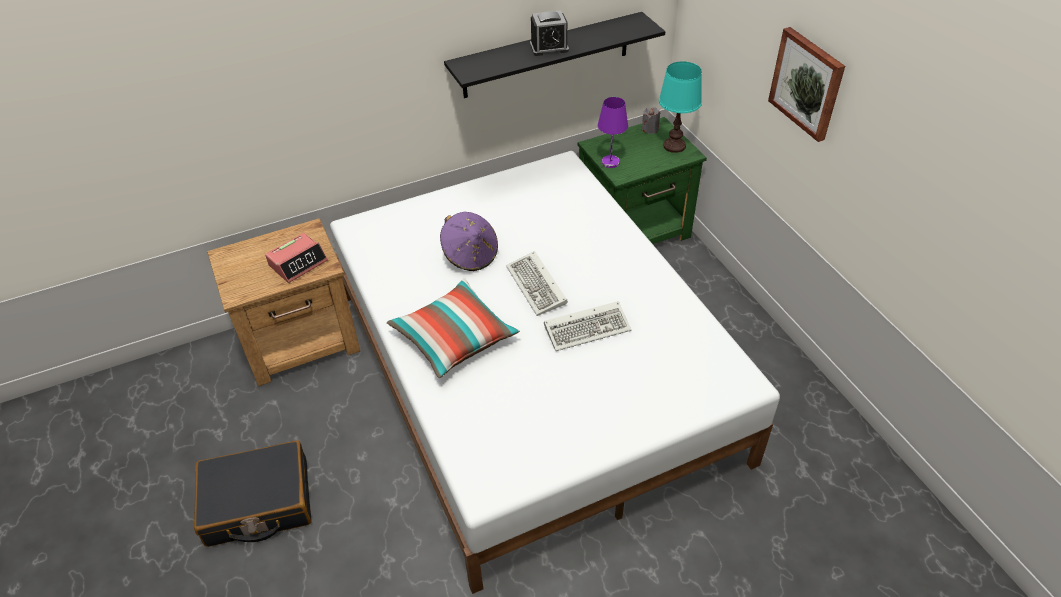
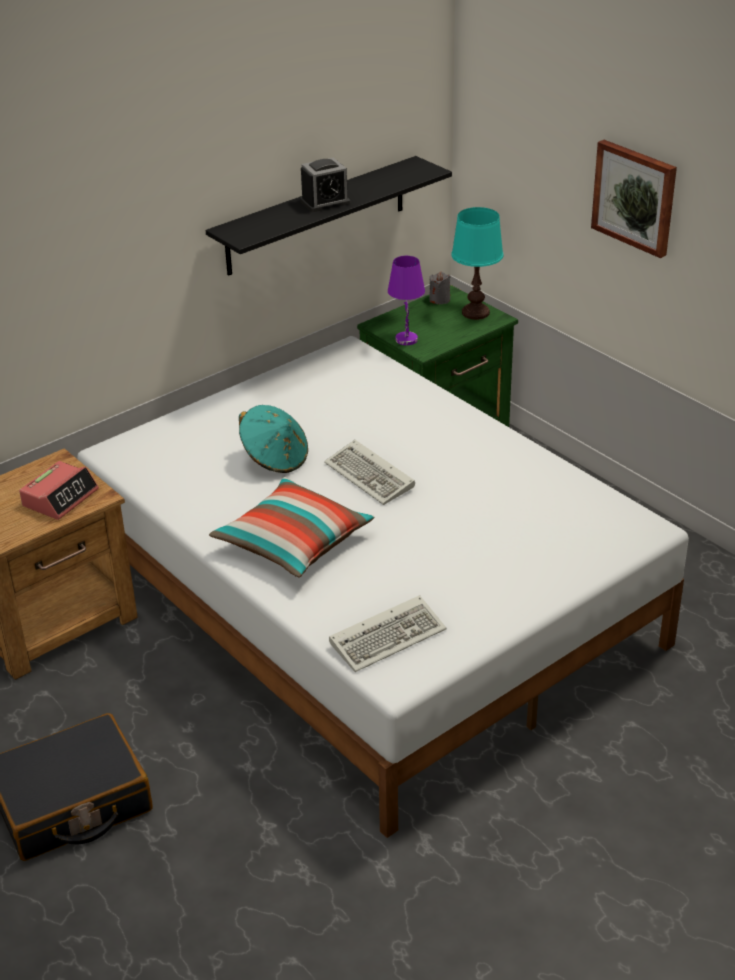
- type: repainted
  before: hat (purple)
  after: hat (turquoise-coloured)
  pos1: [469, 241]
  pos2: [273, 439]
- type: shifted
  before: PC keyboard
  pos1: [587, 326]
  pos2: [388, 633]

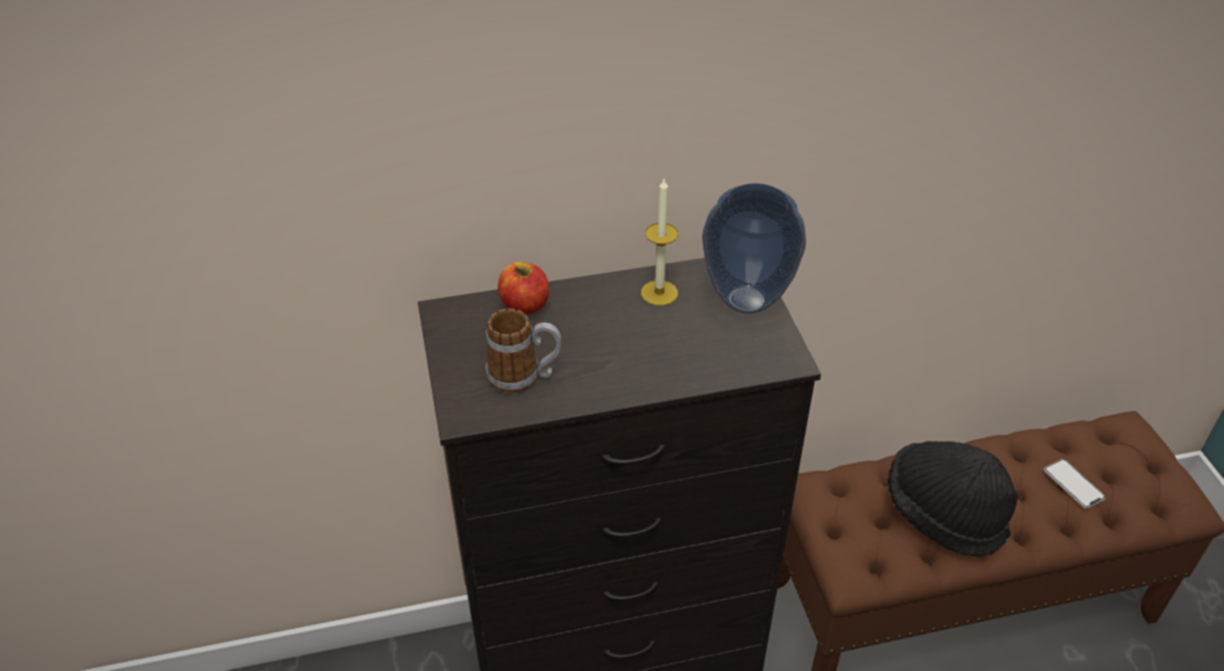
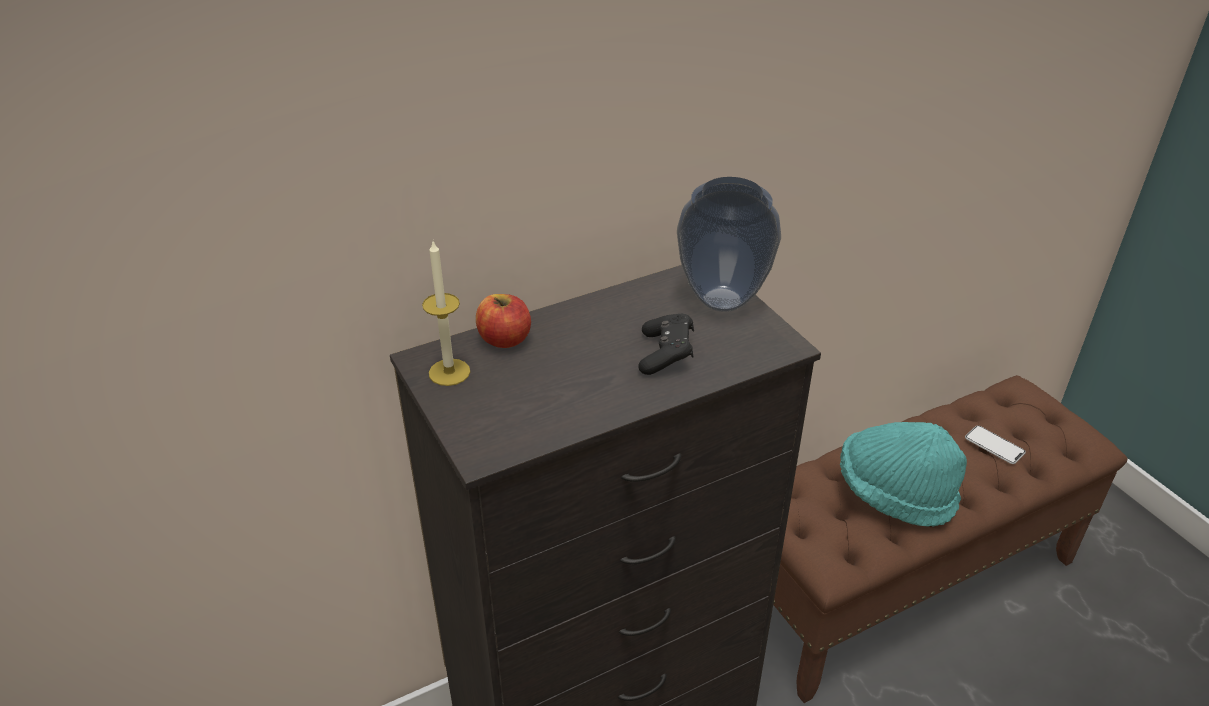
- type: shifted
  before: wax light
  pos1: [659, 242]
  pos2: [446, 313]
- type: gone
  before: mug
  pos1: [523, 351]
- type: repainted
  before: hat (black-coloured)
  after: hat (turquoise-coloured)
  pos1: [952, 499]
  pos2: [903, 474]
- type: new
  after: gamepad (black-coloured)
  pos2: [666, 344]

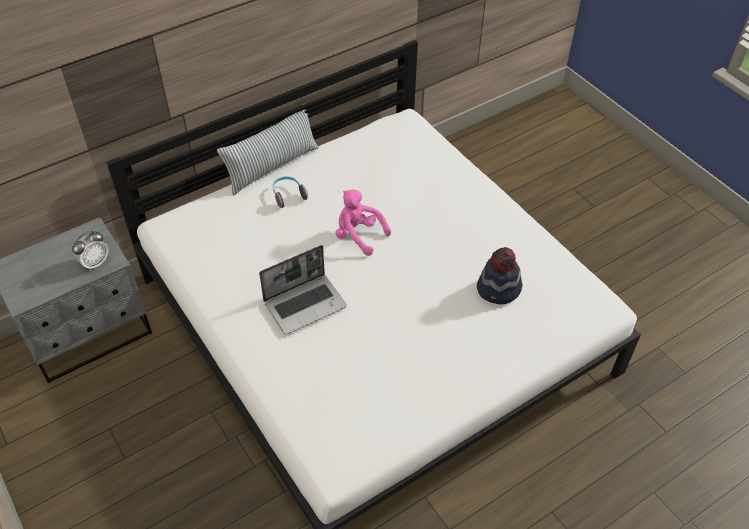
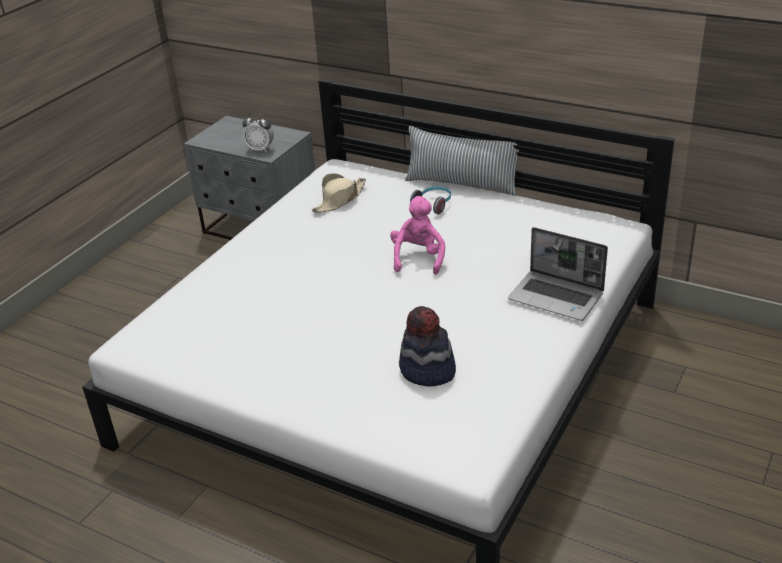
- type: shifted
  before: notebook computer
  pos1: [303, 290]
  pos2: [558, 274]
- type: new
  after: hat (beige-coloured)
  pos2: [339, 193]

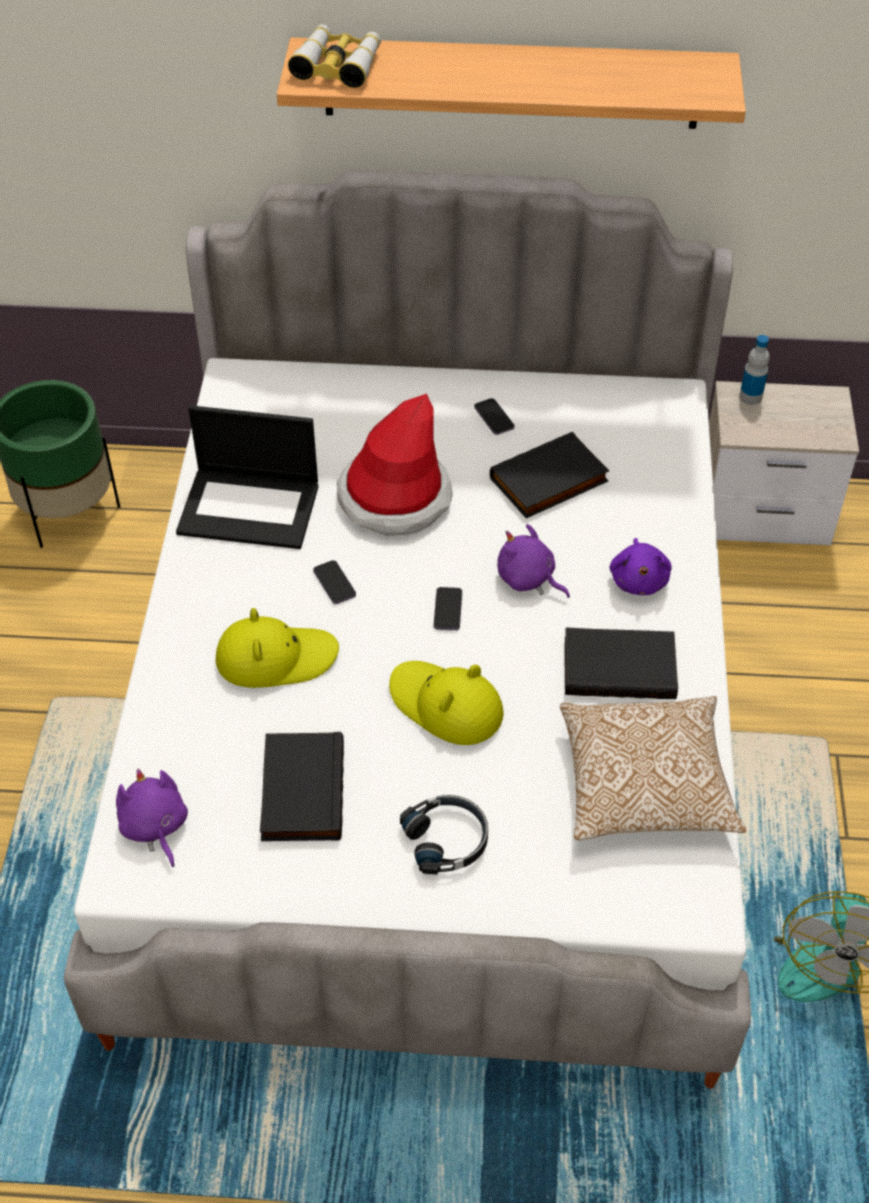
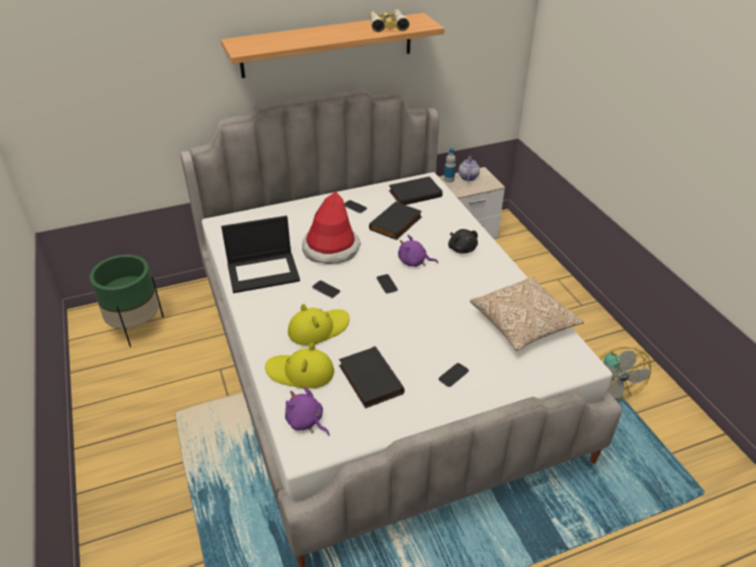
- type: shifted
  before: pair of binoculars
  pos1: [334, 56]
  pos2: [389, 21]
- type: repainted
  before: cuddly toy (purple)
  after: cuddly toy (black-coloured)
  pos1: [641, 566]
  pos2: [463, 241]
- type: shifted
  before: bound book (black-coloured)
  pos1: [621, 663]
  pos2: [416, 190]
- type: shifted
  before: hat (yellow)
  pos1: [446, 703]
  pos2: [299, 366]
- type: swapped
  before: headset (black-coloured)
  after: telephone
  pos1: [444, 834]
  pos2: [454, 375]
- type: new
  after: tea pot
  pos2: [469, 168]

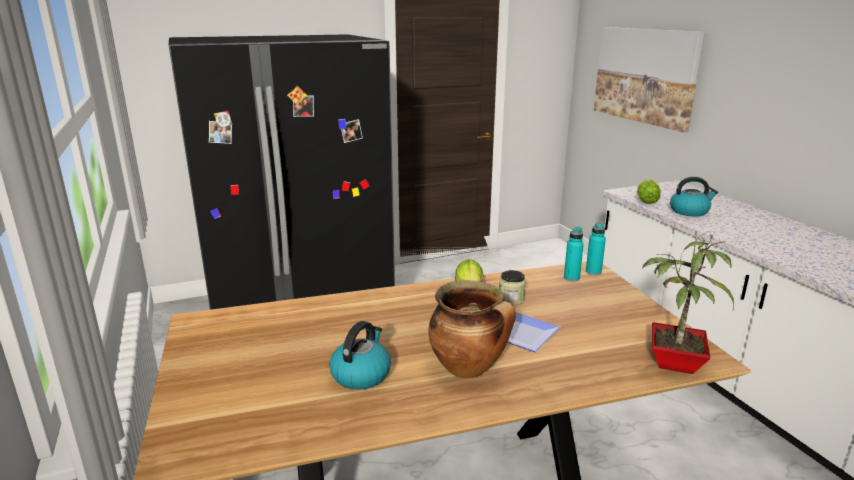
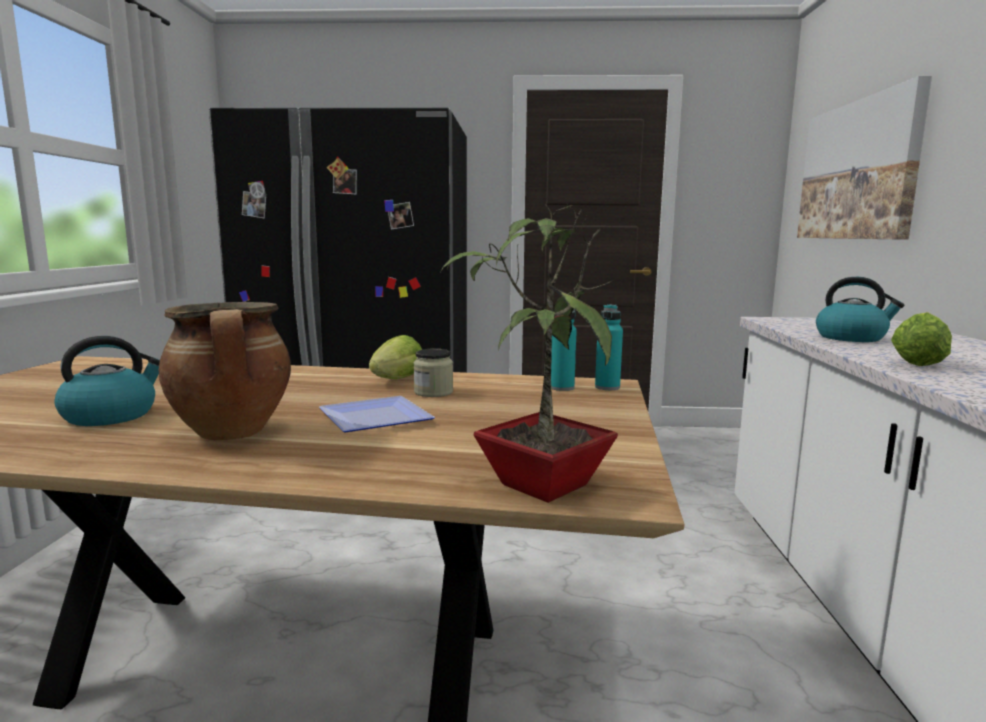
- type: shifted
  before: lettuce head
  pos1: [649, 191]
  pos2: [921, 339]

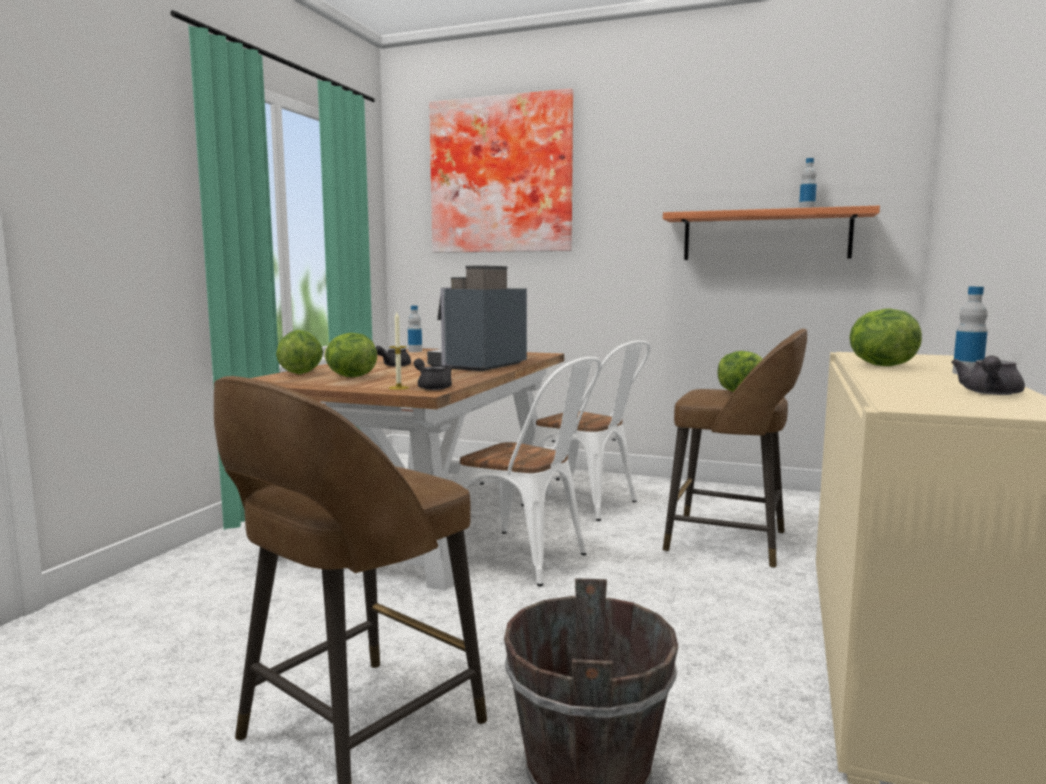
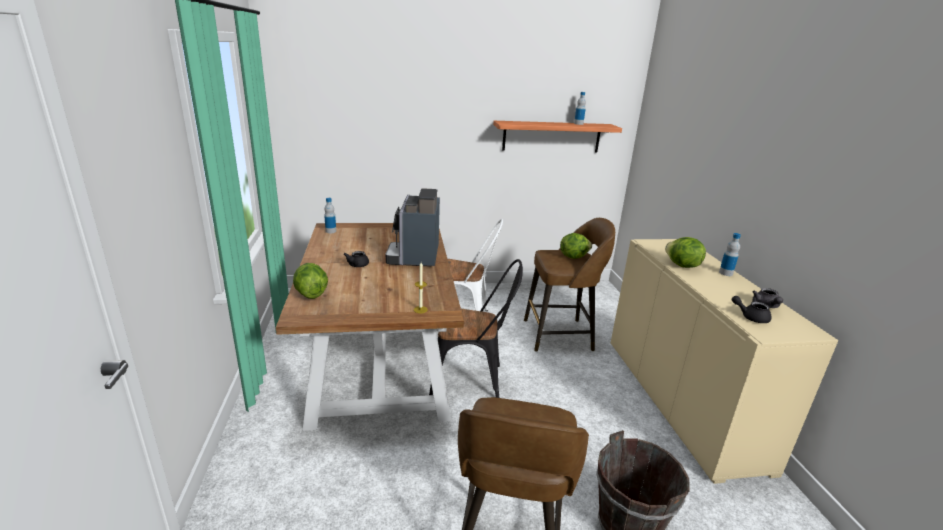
- type: gone
  before: picture
  pos1: [501, 171]
- type: gone
  before: lettuce head
  pos1: [350, 355]
- type: repainted
  before: chair (whitish)
  after: chair (black-coloured)
  pos1: [529, 471]
  pos2: [476, 328]
- type: shifted
  before: tea pot (black-coloured)
  pos1: [433, 374]
  pos2: [752, 309]

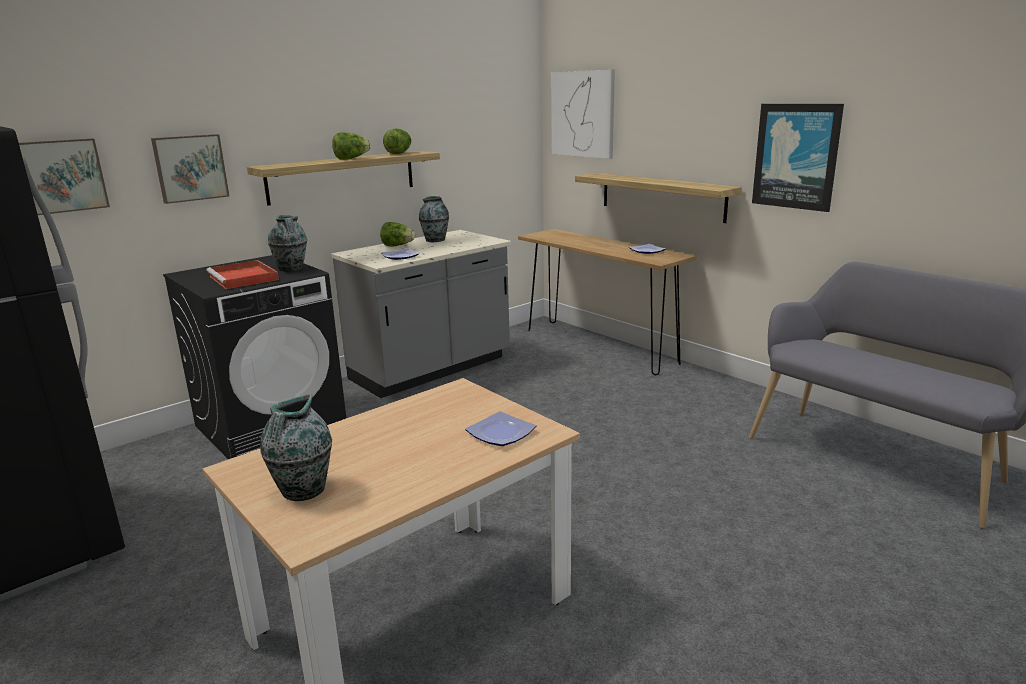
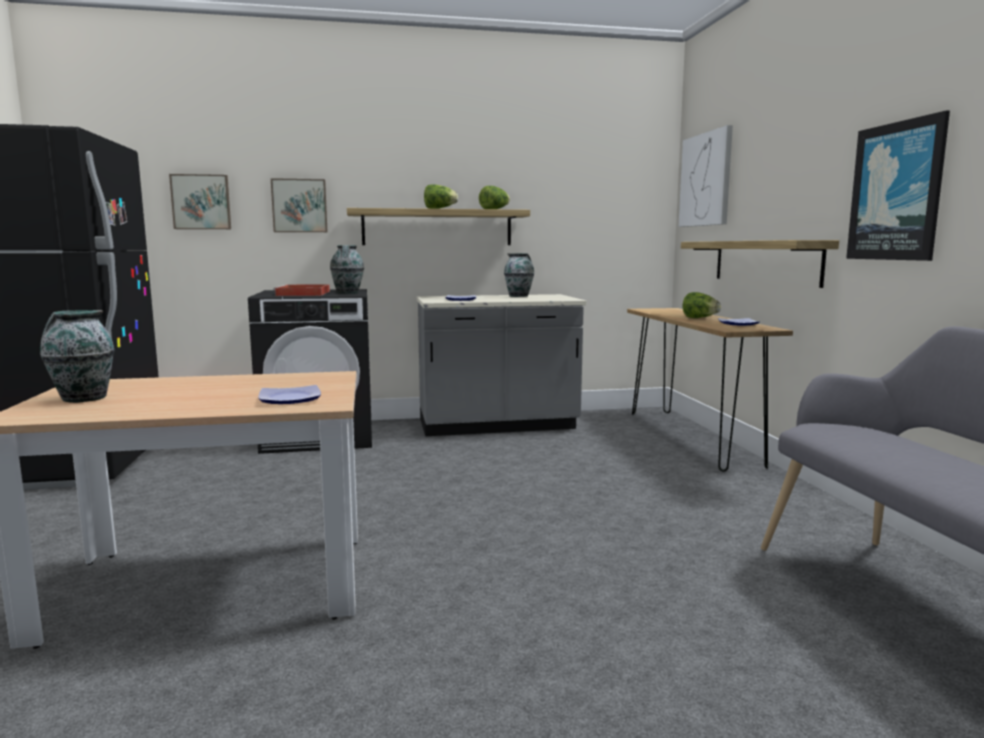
- type: shifted
  before: lettuce head
  pos1: [397, 234]
  pos2: [702, 305]

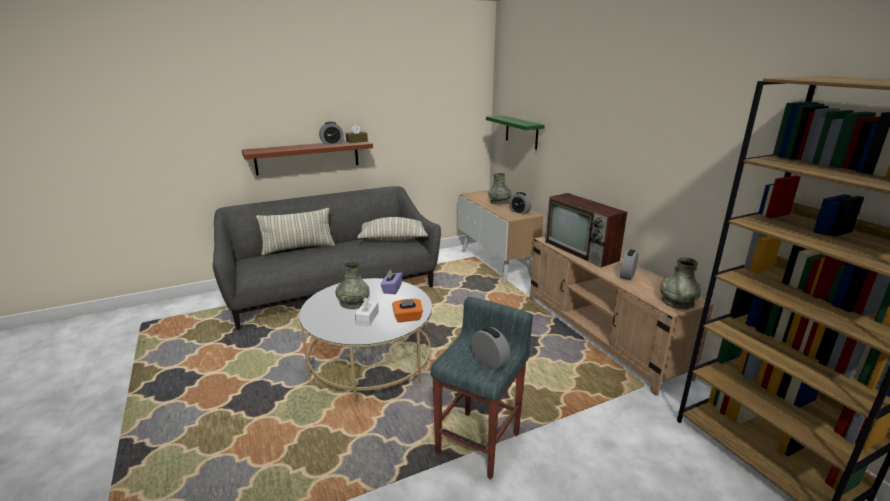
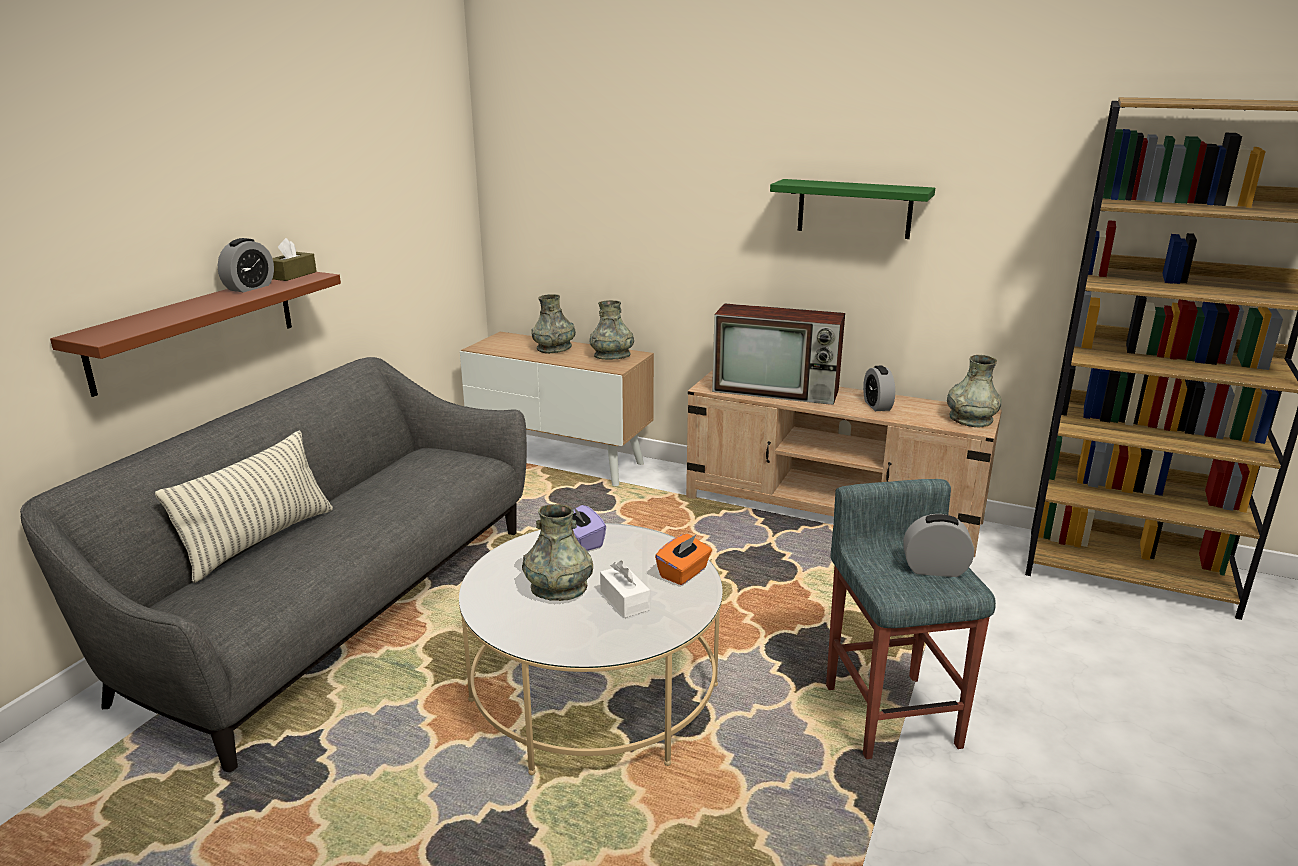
- type: shifted
  before: bracket shelf (green)
  pos1: [515, 132]
  pos2: [852, 209]
- type: swapped
  before: alarm clock
  after: vase (greyish)
  pos1: [520, 203]
  pos2: [612, 330]
- type: gone
  before: cushion
  pos1: [392, 229]

